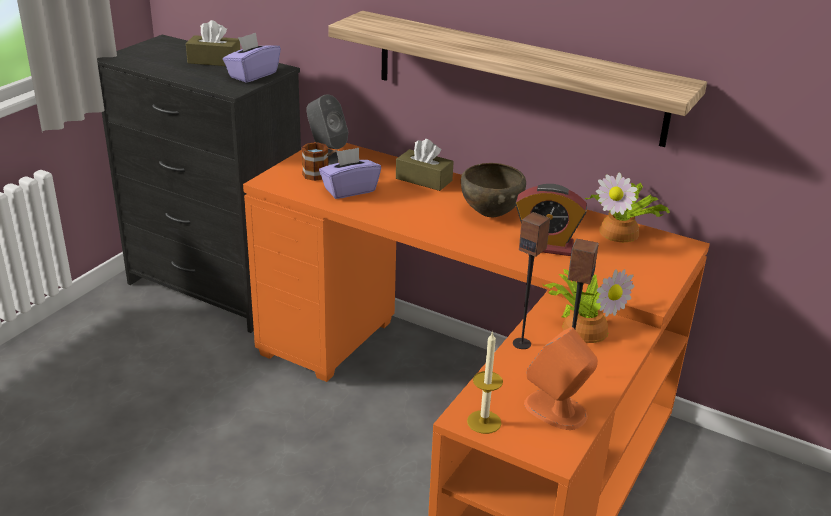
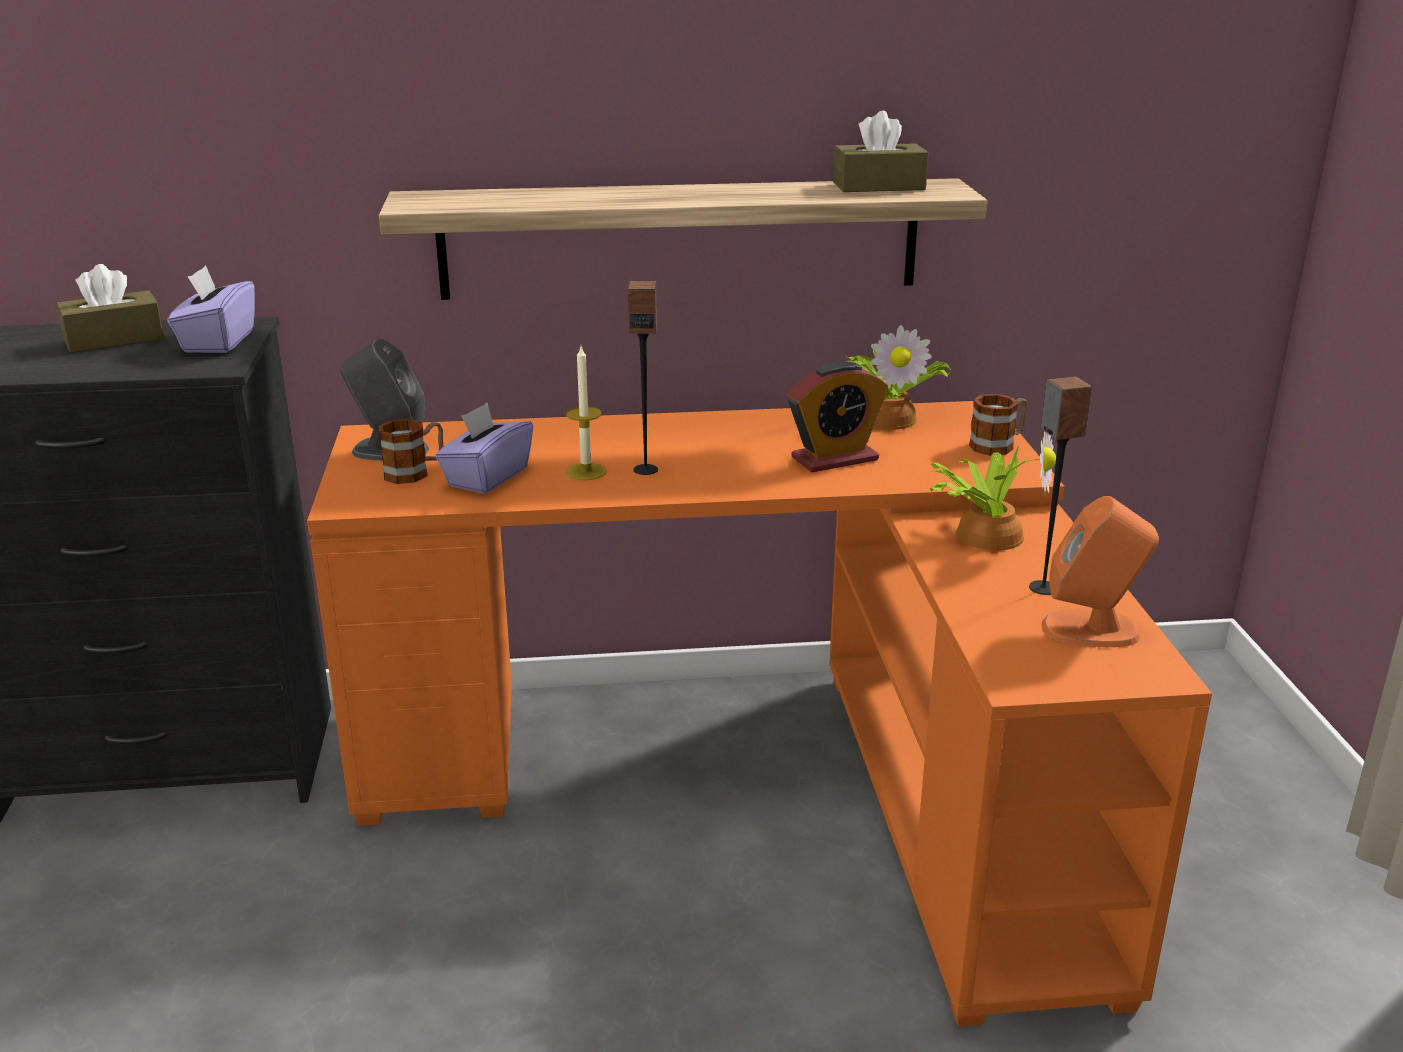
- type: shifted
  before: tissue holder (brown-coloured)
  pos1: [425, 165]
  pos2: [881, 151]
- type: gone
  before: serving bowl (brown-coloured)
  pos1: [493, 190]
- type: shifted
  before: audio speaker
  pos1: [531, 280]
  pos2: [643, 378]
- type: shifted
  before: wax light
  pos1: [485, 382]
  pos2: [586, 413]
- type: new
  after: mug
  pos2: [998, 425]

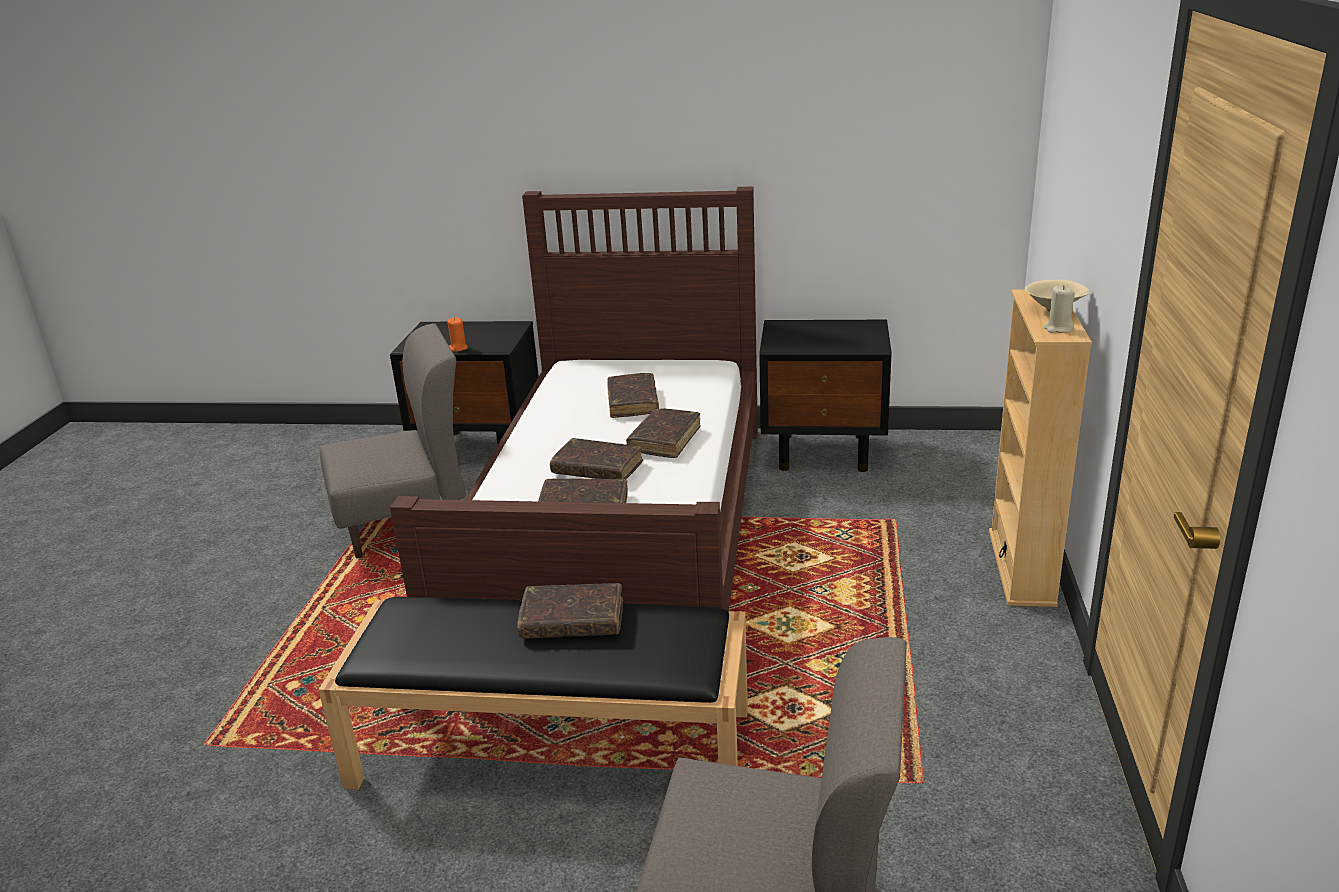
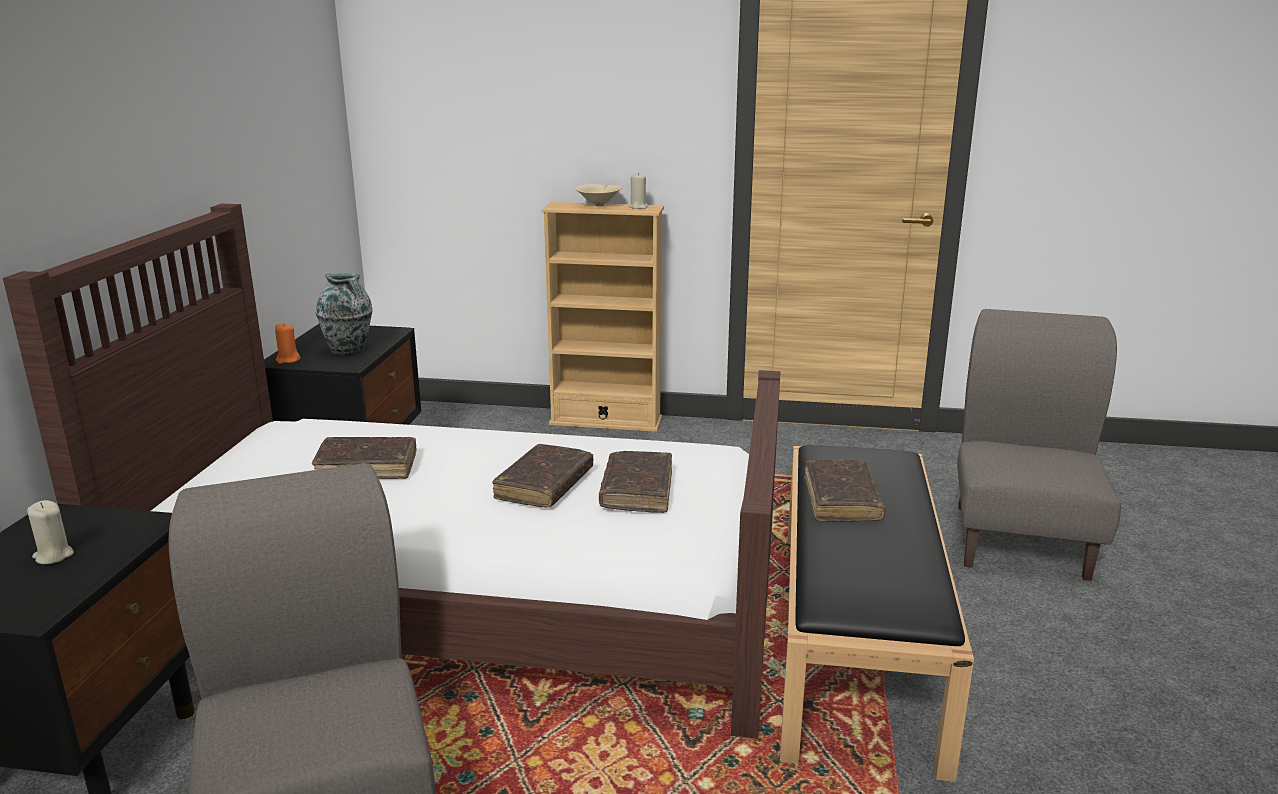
- type: shifted
  before: wax light (orange-coloured)
  pos1: [458, 334]
  pos2: [288, 343]
- type: gone
  before: bound book (brown-coloured)
  pos1: [663, 433]
- type: new
  after: vase
  pos2: [344, 314]
- type: new
  after: wax light (beige-coloured)
  pos2: [50, 532]

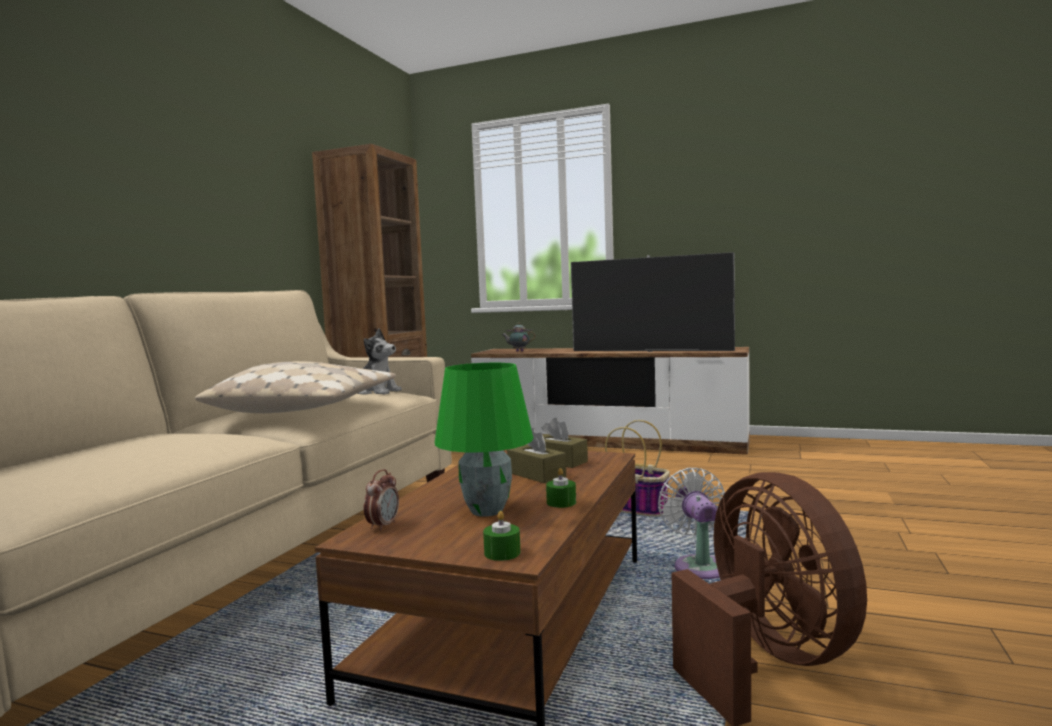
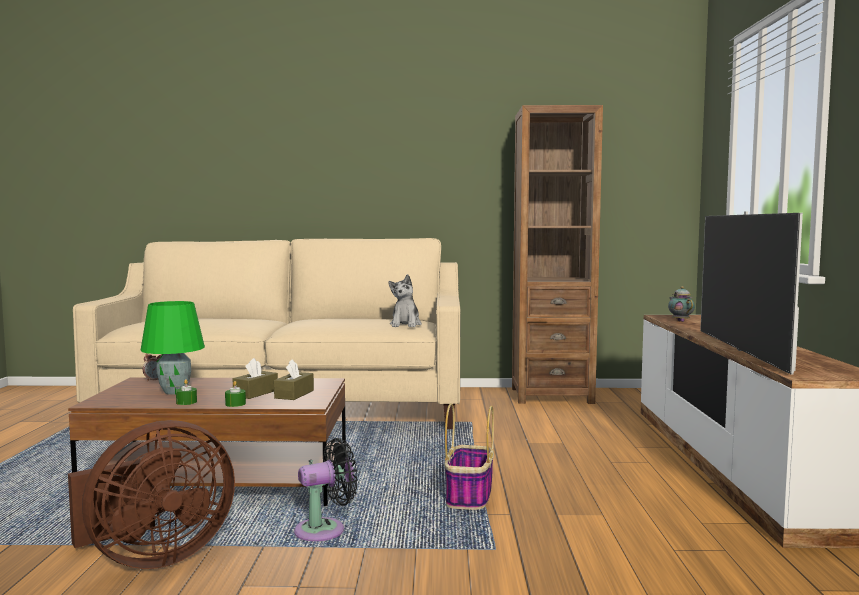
- type: gone
  before: cushion (beige-coloured)
  pos1: [295, 387]
- type: repainted
  before: fan (whitish)
  after: fan (black-coloured)
  pos1: [691, 523]
  pos2: [326, 489]
- type: shifted
  before: wax light (green)
  pos1: [501, 536]
  pos2: [235, 394]

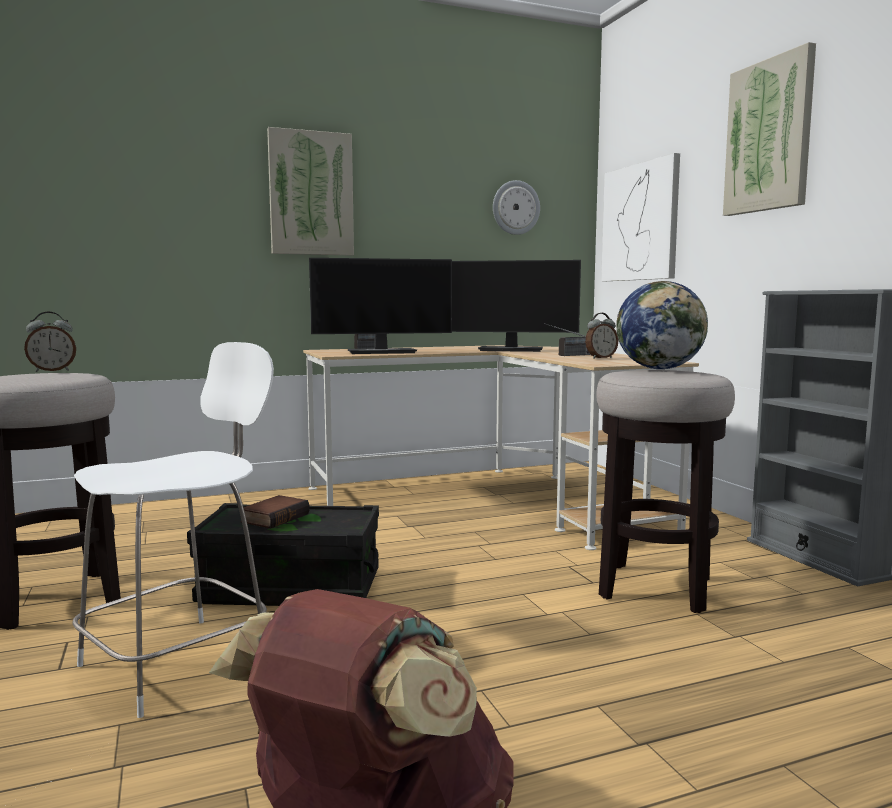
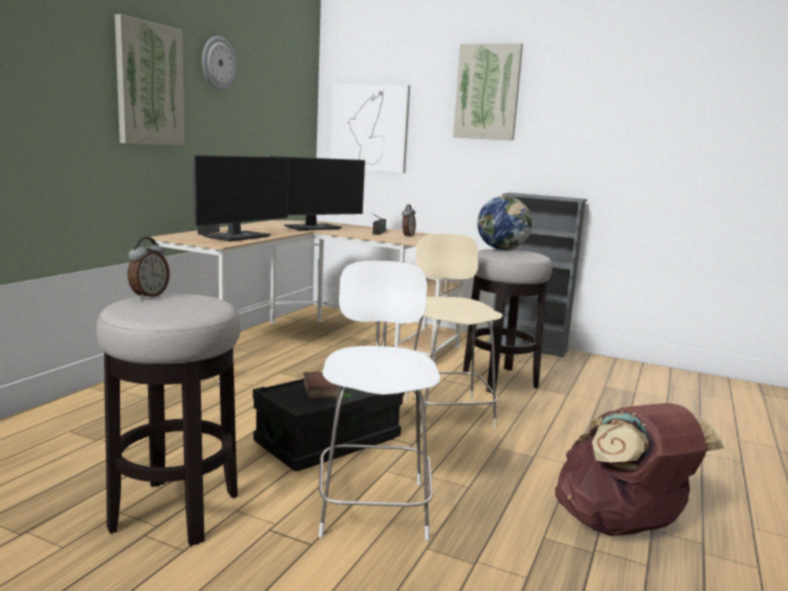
- type: shifted
  before: hanging clock
  pos1: [516, 207]
  pos2: [219, 63]
- type: new
  after: chair (beige-coloured)
  pos2: [453, 333]

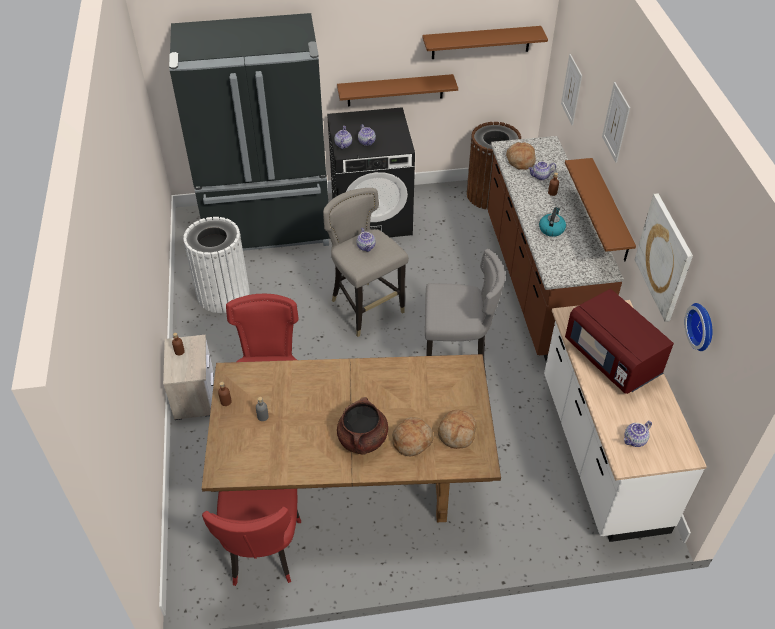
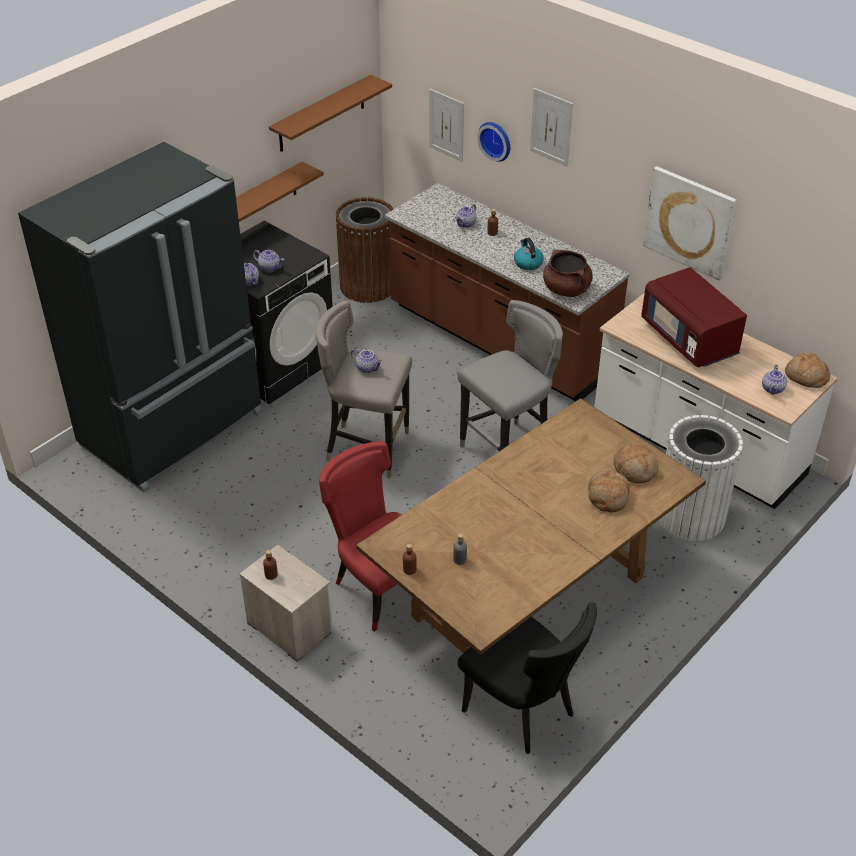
- type: shifted
  before: baked bread
  pos1: [521, 156]
  pos2: [807, 370]
- type: gone
  before: bracket shelf (brown-coloured)
  pos1: [600, 209]
- type: shifted
  before: waste bin (whitish)
  pos1: [216, 265]
  pos2: [700, 478]
- type: rotated
  before: microwave oven (reddish)
  pos1: [619, 341]
  pos2: [694, 317]
  turn: 45
- type: shifted
  before: hanging clock
  pos1: [698, 327]
  pos2: [493, 142]
- type: shifted
  before: saucepot (brown-coloured)
  pos1: [362, 426]
  pos2: [568, 273]
- type: repainted
  before: chair (reddish)
  after: chair (black-coloured)
  pos1: [251, 537]
  pos2: [527, 678]

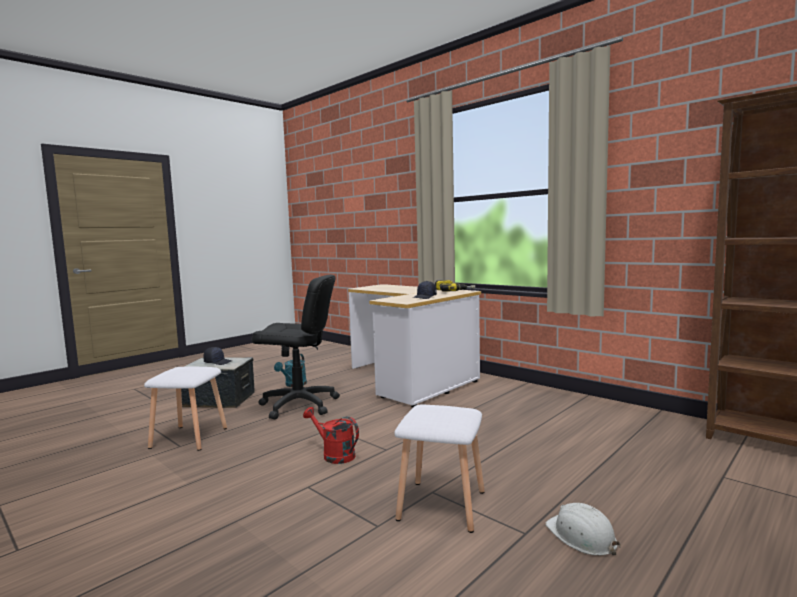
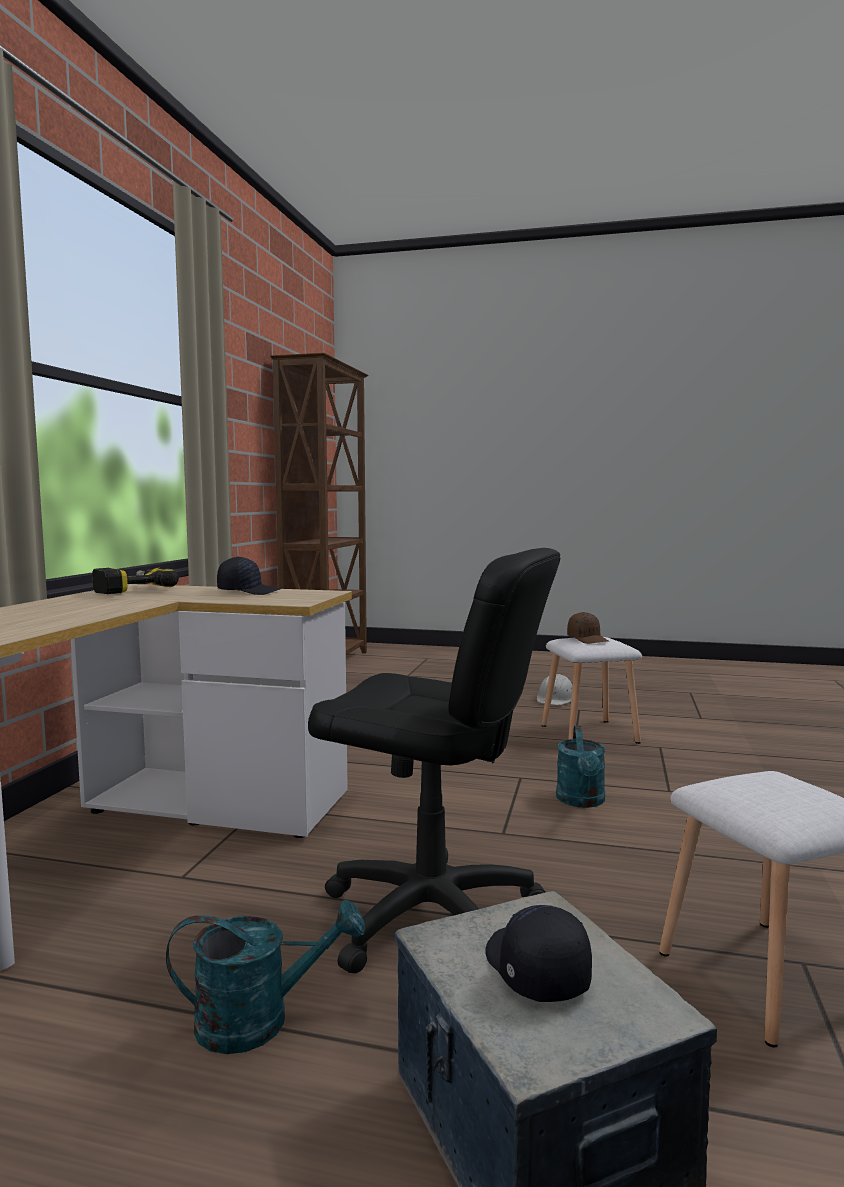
- type: rotated
  before: computer chair (black-coloured)
  pos1: [296, 346]
  pos2: [434, 760]
  turn: 135
- type: repainted
  before: watering can (reddish)
  after: watering can (turquoise-coloured)
  pos1: [331, 435]
  pos2: [581, 766]
- type: new
  after: baseball cap (brown-coloured)
  pos2: [588, 628]

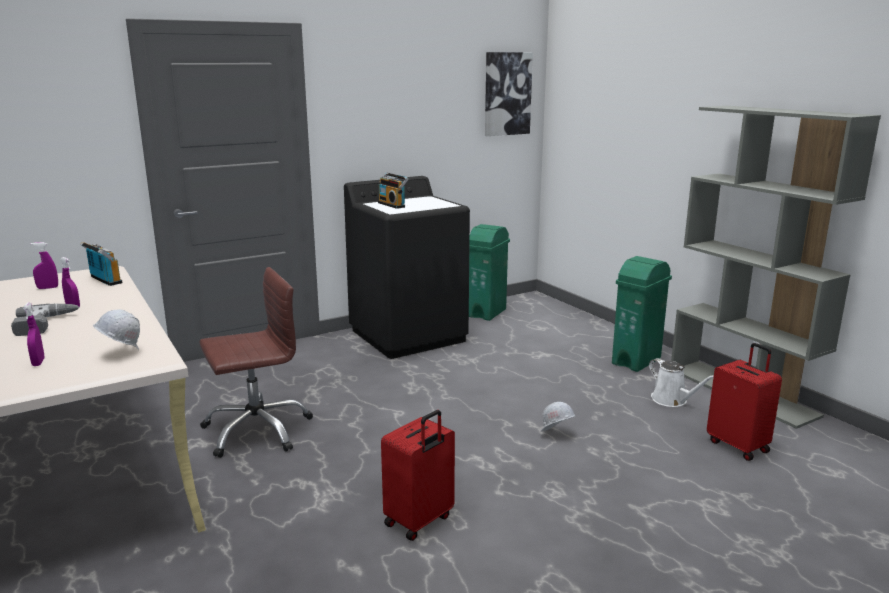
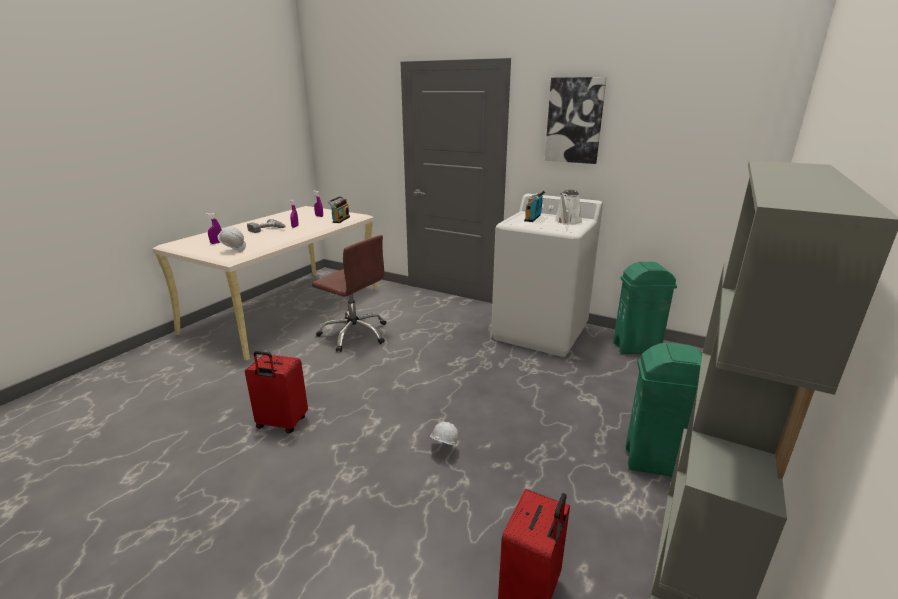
- type: shifted
  before: picture
  pos1: [509, 94]
  pos2: [576, 120]
- type: repainted
  before: laundry machine (black-coloured)
  after: laundry machine (whitish)
  pos1: [407, 267]
  pos2: [547, 275]
- type: shifted
  before: watering can (whitish)
  pos1: [681, 382]
  pos2: [568, 207]

